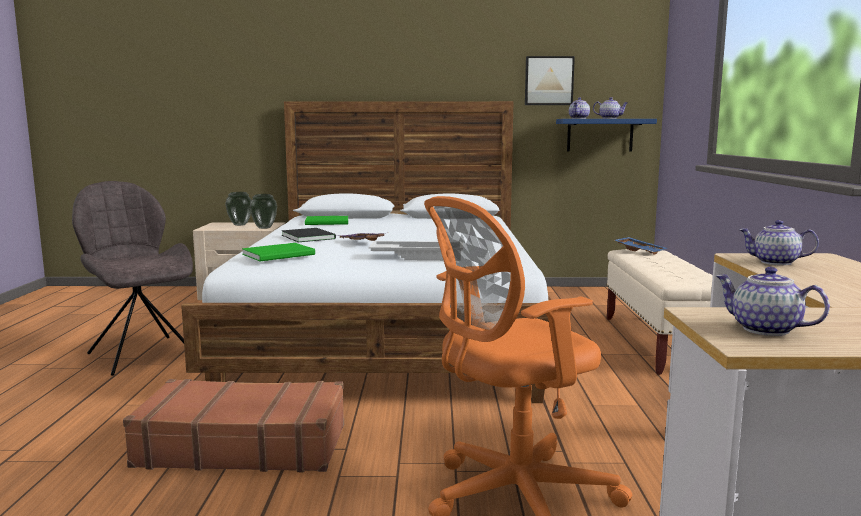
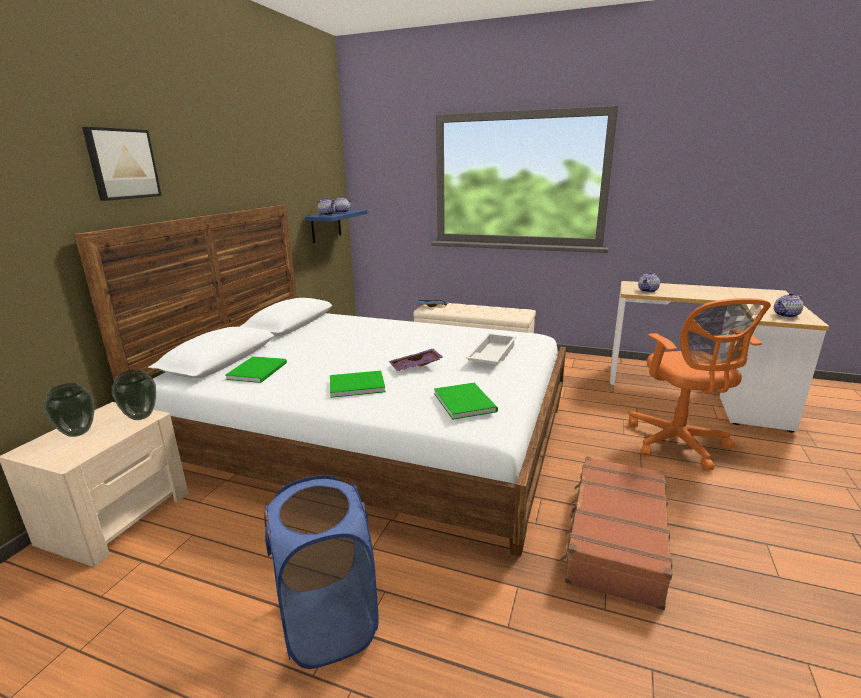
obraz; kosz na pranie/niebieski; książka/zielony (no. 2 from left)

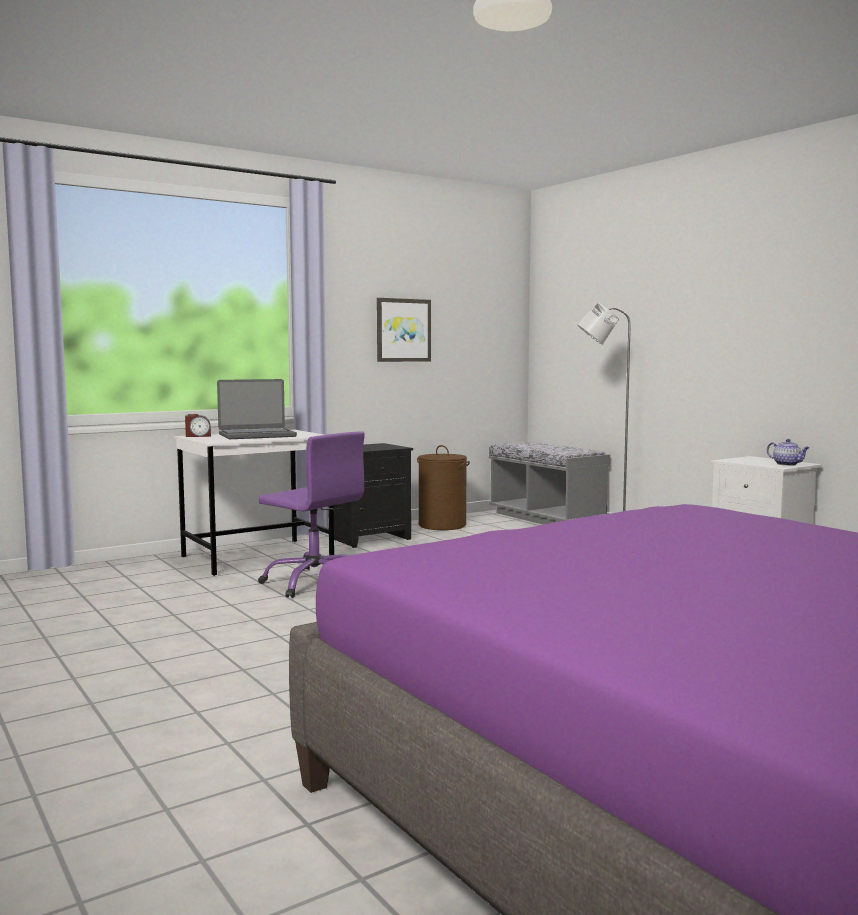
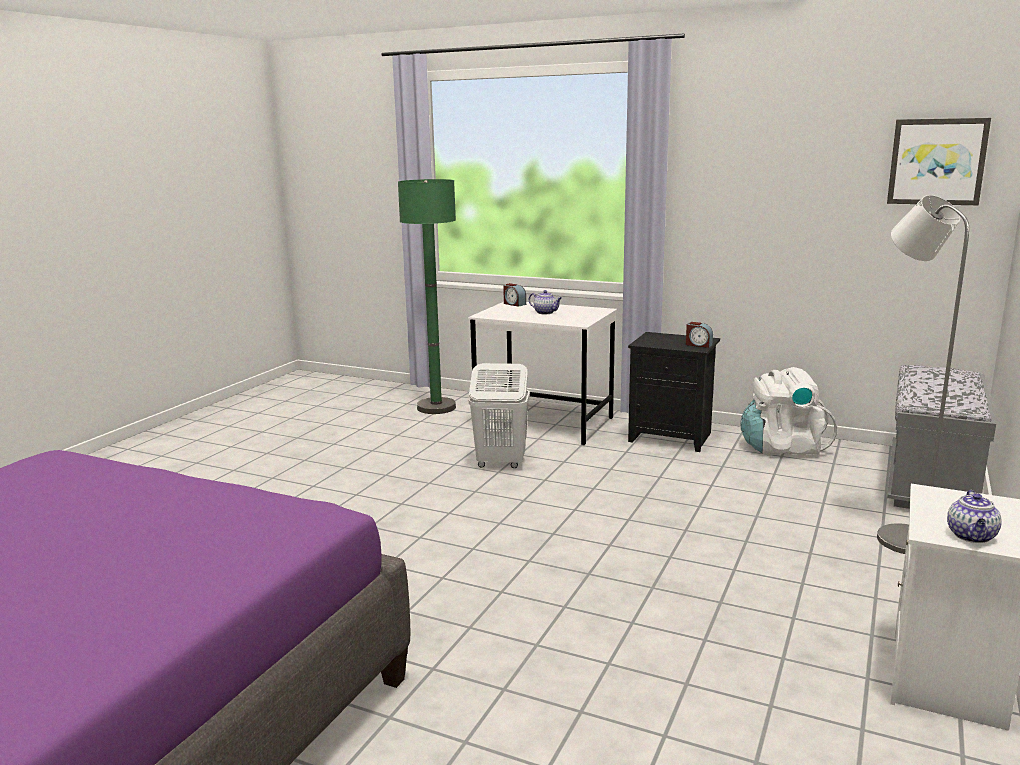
obraz; imbryk (no. 1 from left); kosz na pranie/biały; plecak/biały; lampa stojąca/zielony; budzik (no. 2 from left)

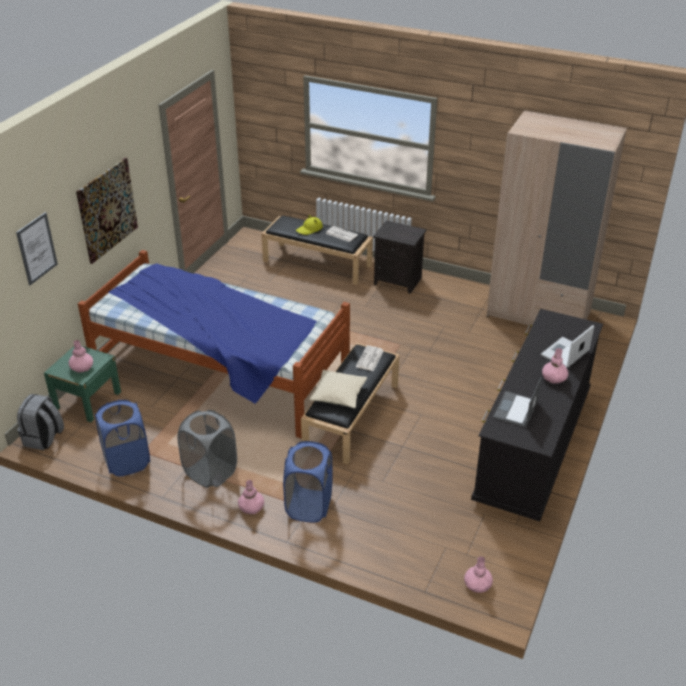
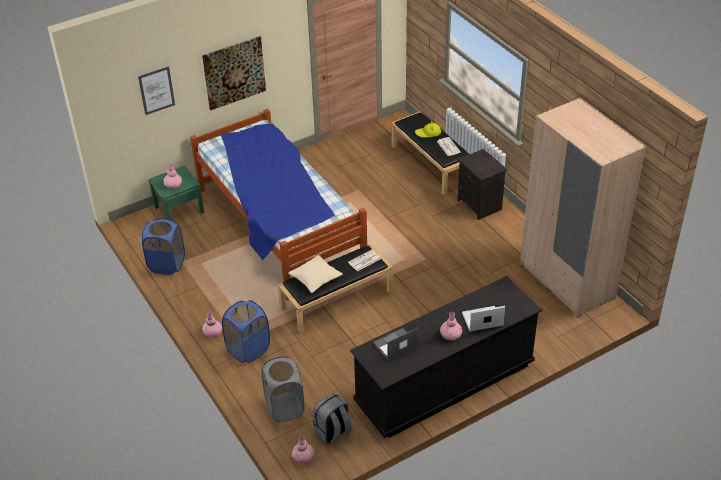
plecak/szary; kosz na pranie/szary

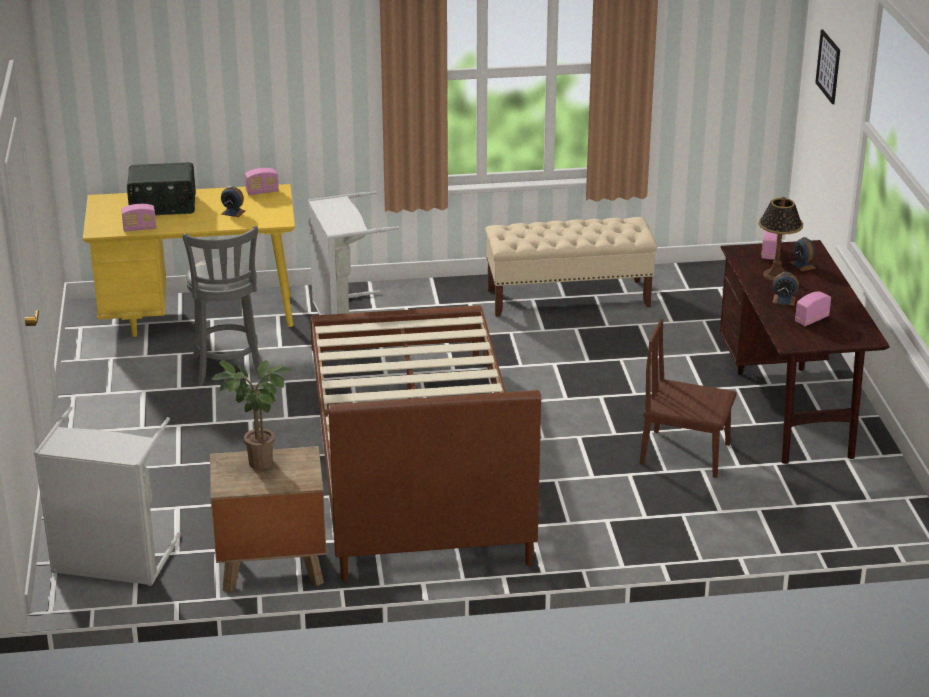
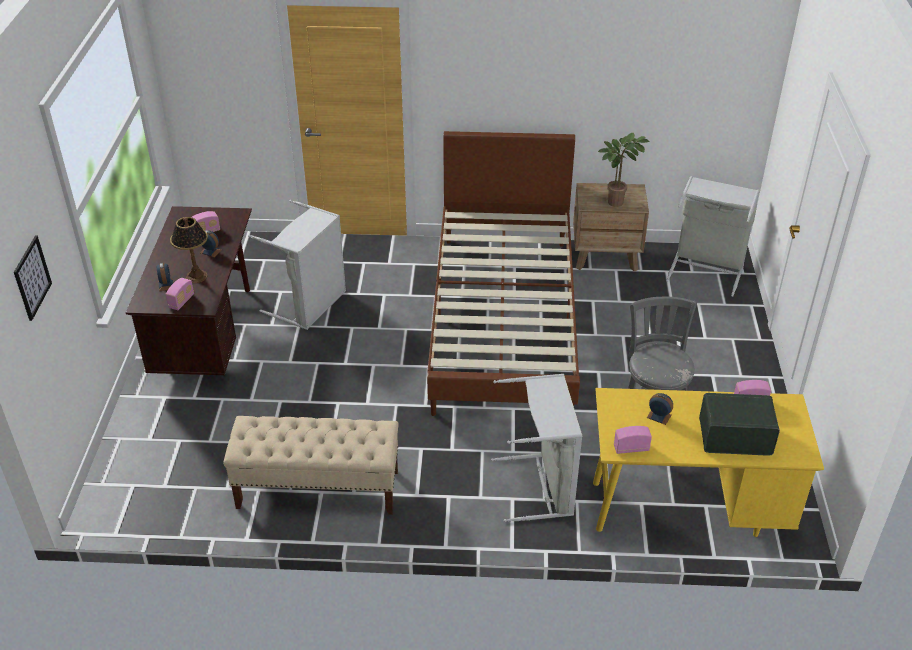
kosz na pranie/szary (no. 1 from left)

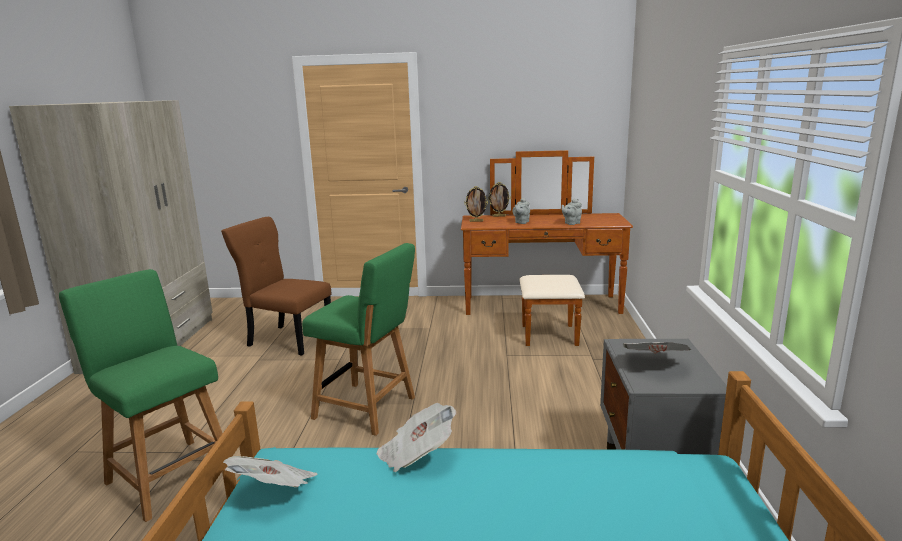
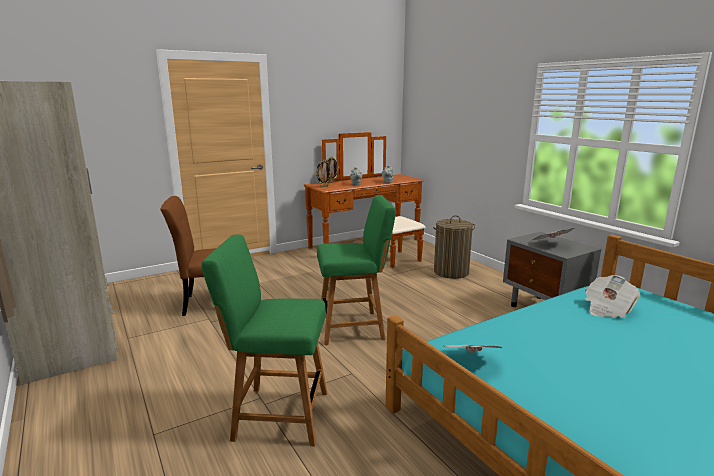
gazeta (no. 3 from left); kosz na pranie

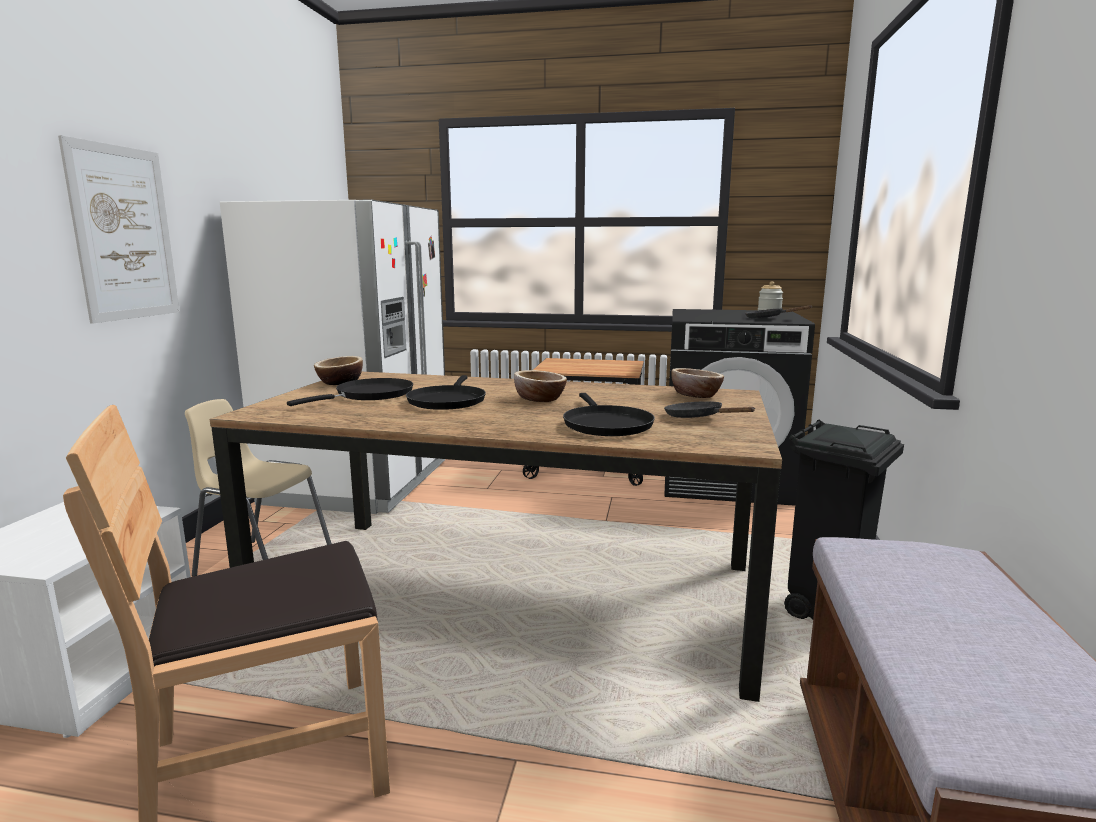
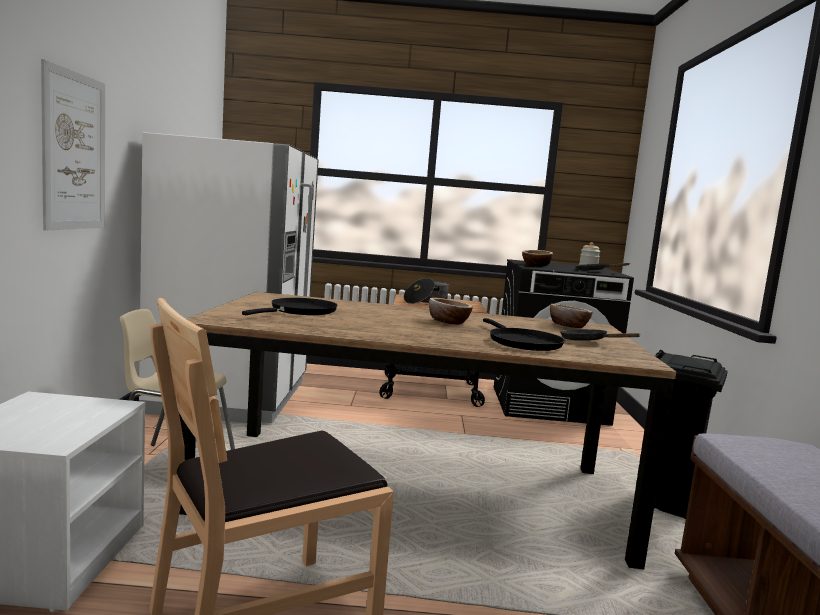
miska (no. 2 from left); patelnia/czarny (no. 2 from left in the first image); garnek

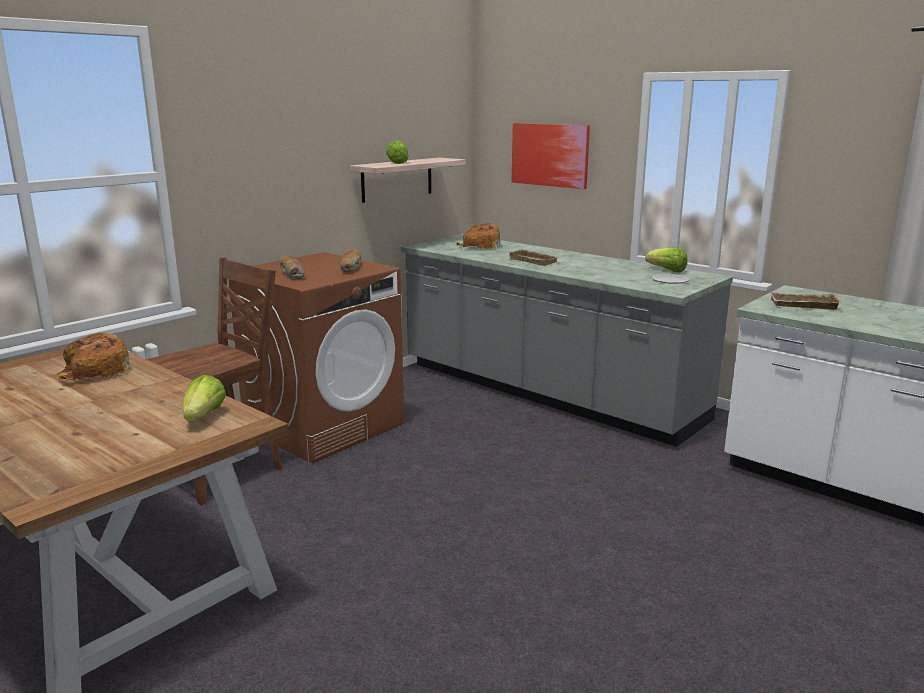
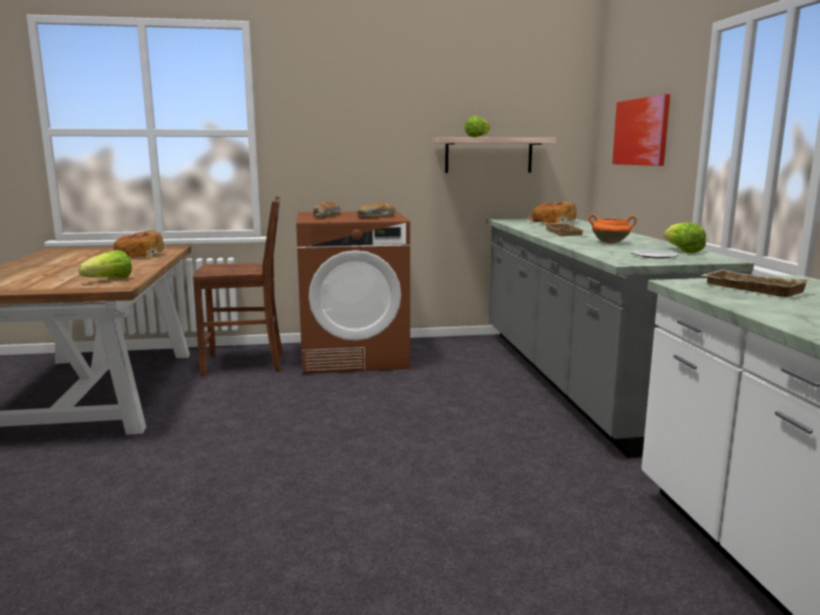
garnek/pomarańczowy

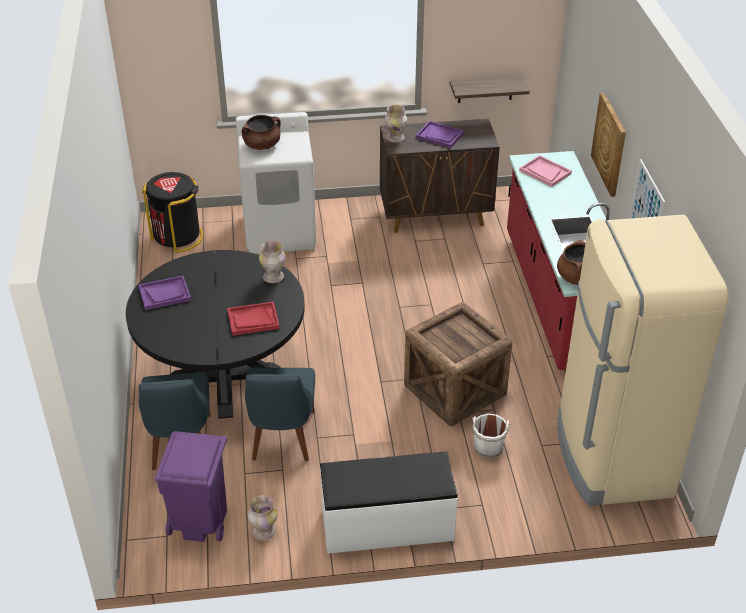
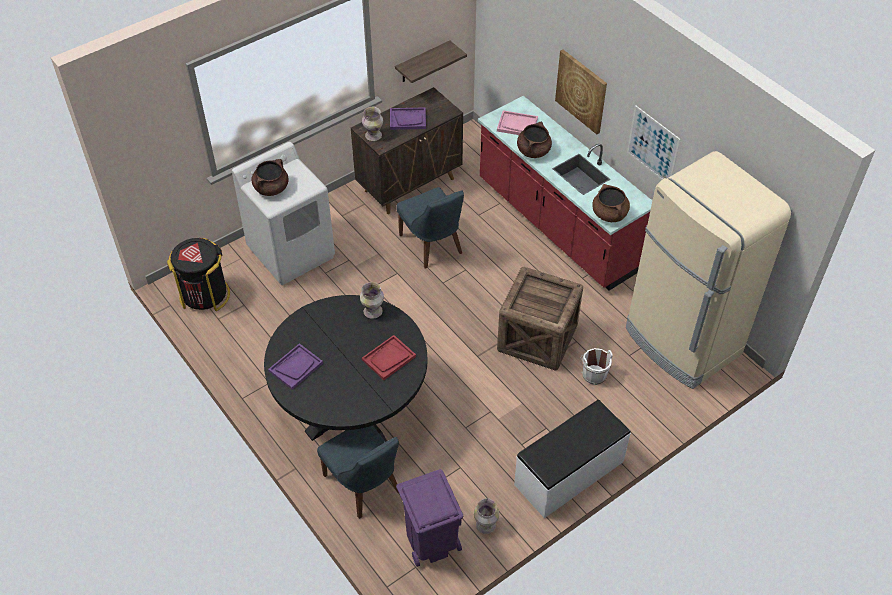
krzesło/niebieski (no. 2 from left); garnek/brązowy (no. 2 from left)

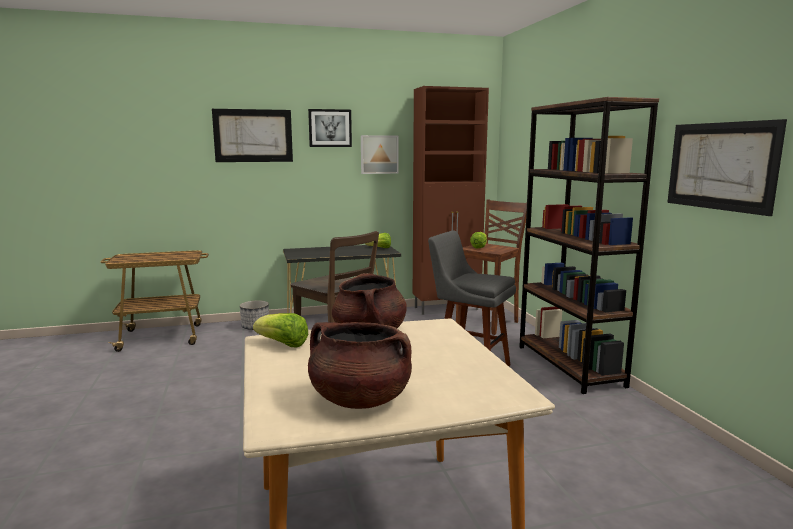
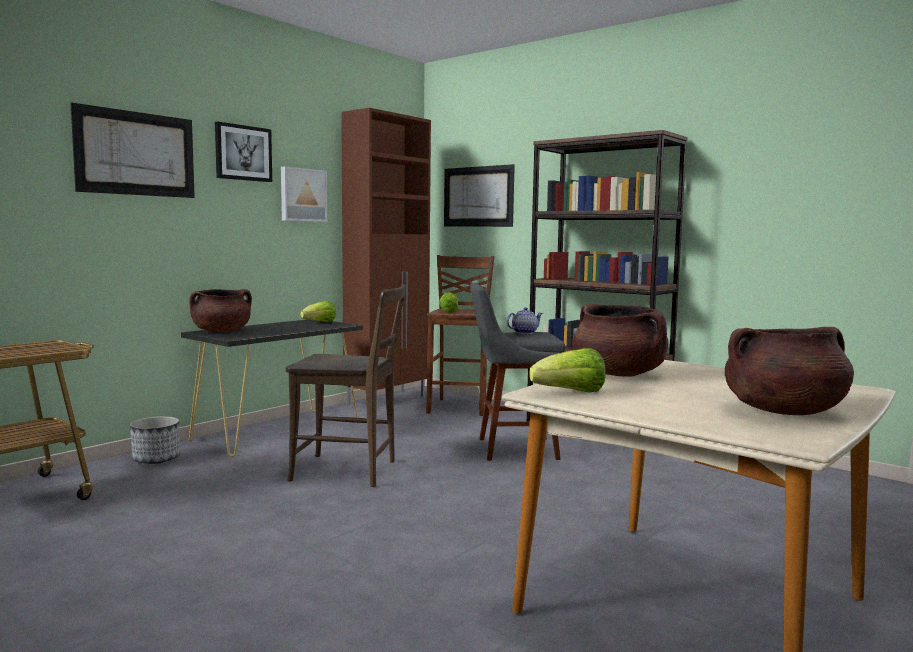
obraz (no. 4 from left); garnek/brązowy (no. 1 from left); imbryk

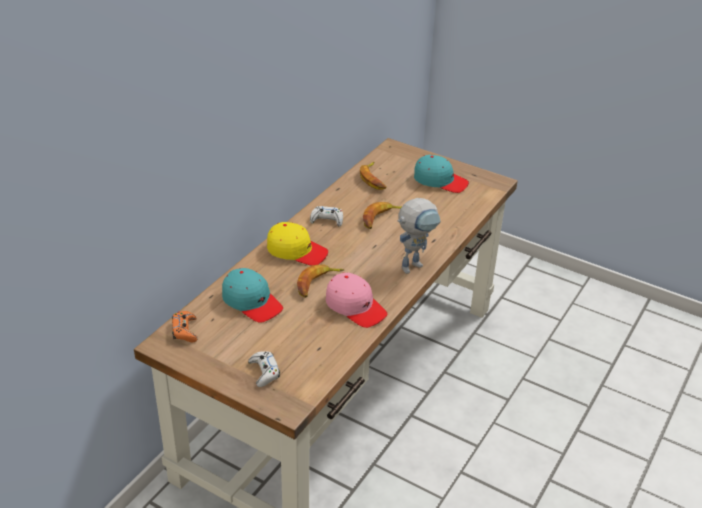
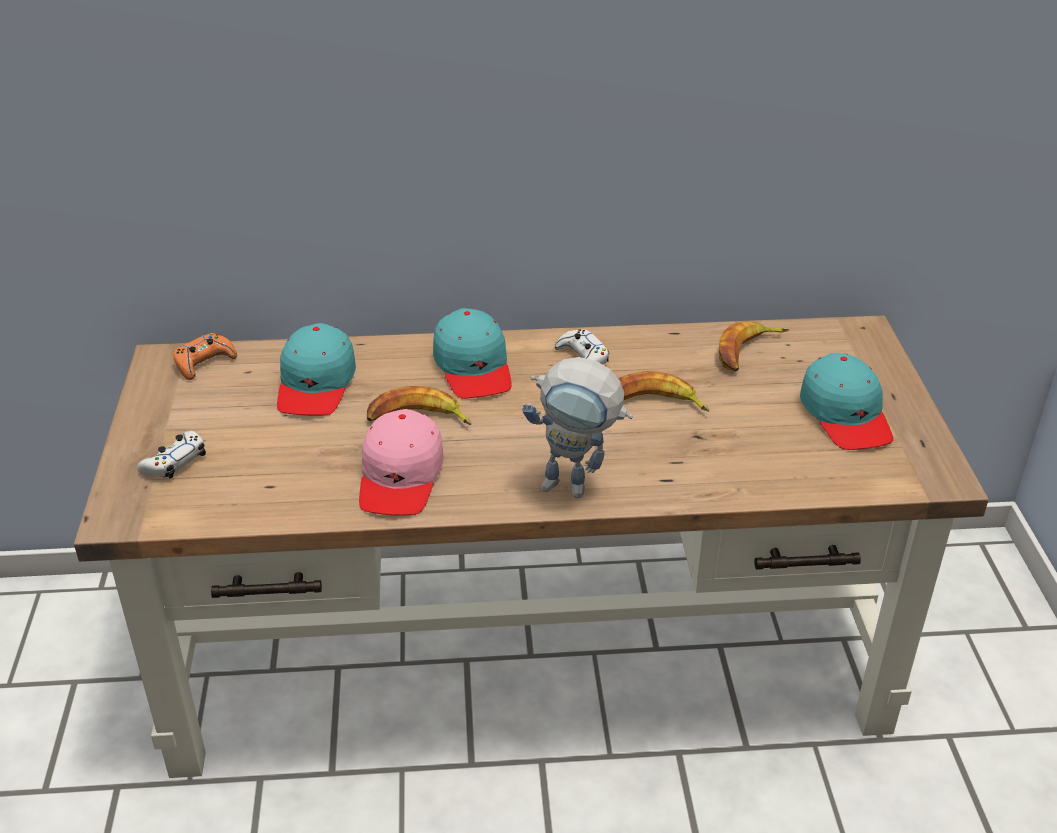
czapka z daszkiem/turkusowy (no. 2 from left)

